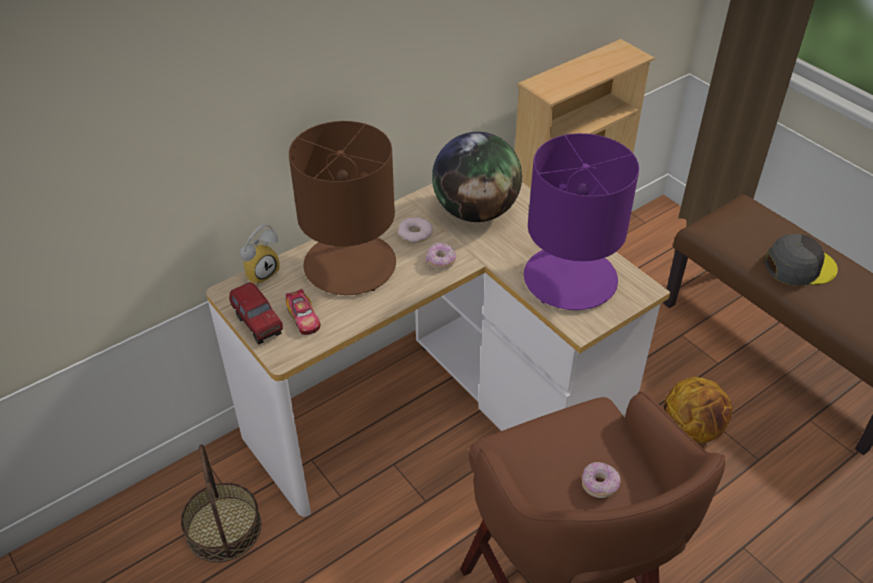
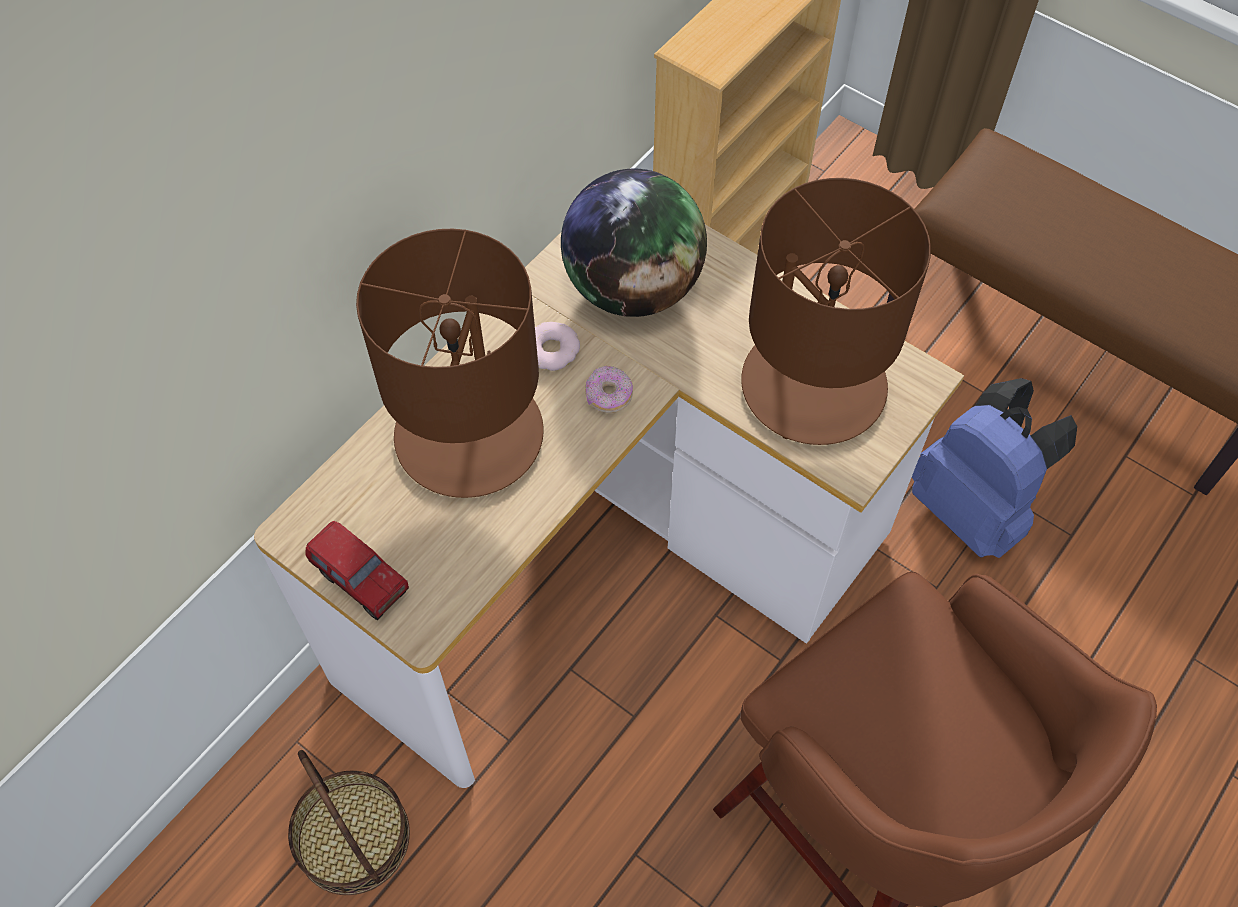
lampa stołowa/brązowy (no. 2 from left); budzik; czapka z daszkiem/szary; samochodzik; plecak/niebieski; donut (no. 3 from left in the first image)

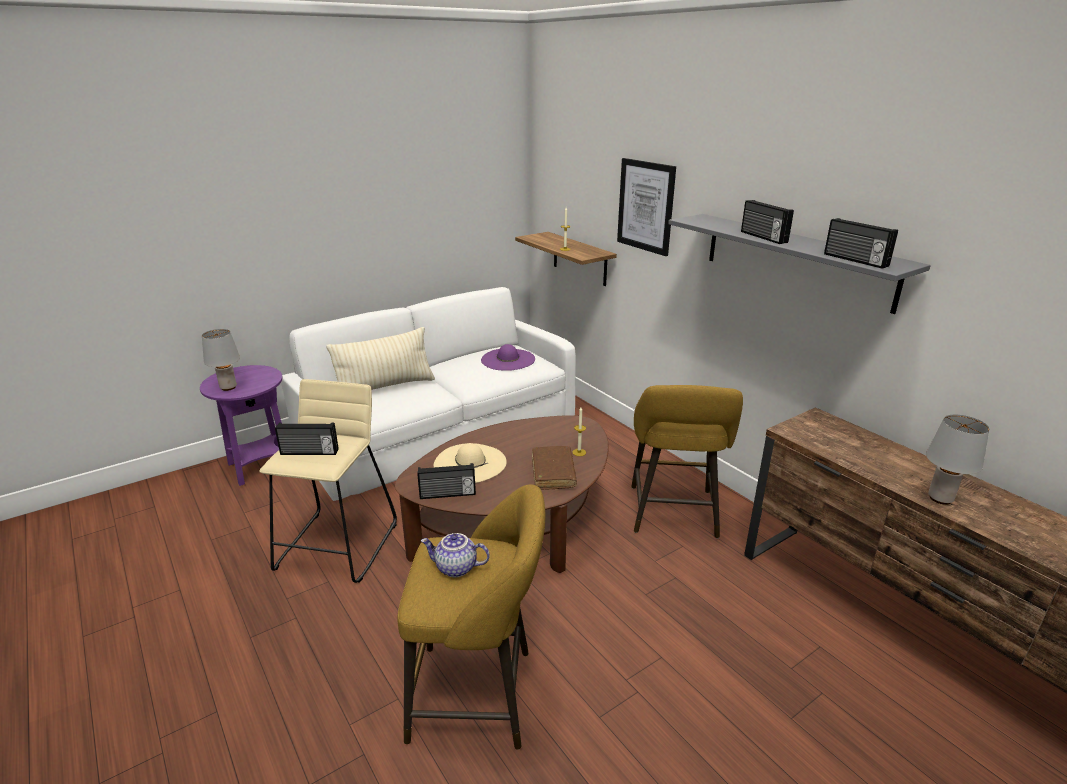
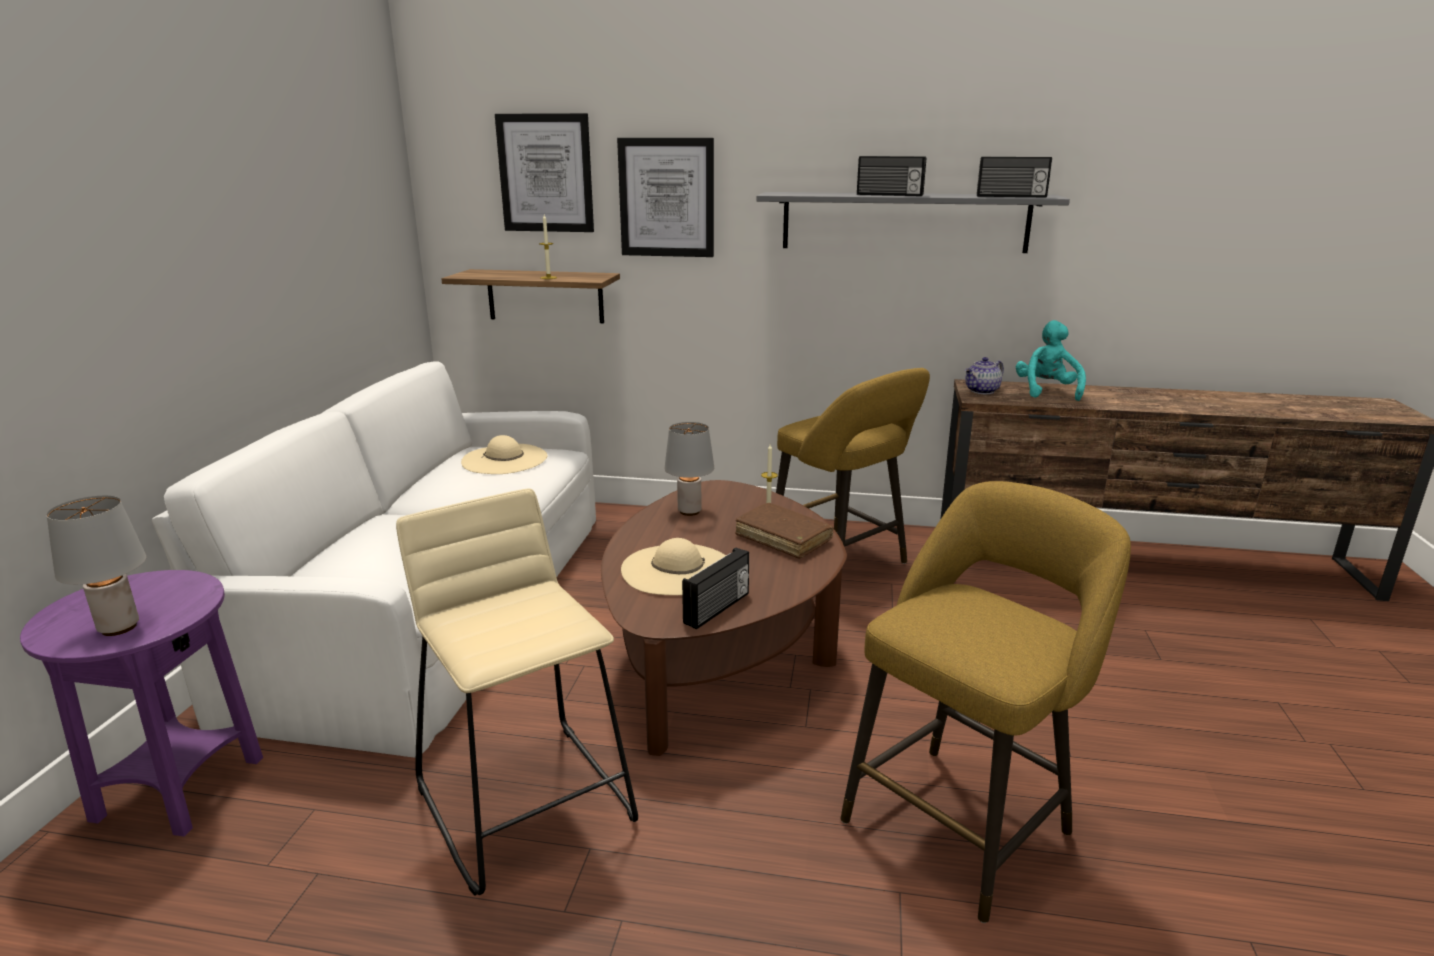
poduszka/beżowy; kapelusz/beżowy (no. 1 from left); lampa stołowa/szary (no. 2 from left); radio (no. 1 from left in the first image); imbryk; obraz (no. 1 from left); pluszak/turkusowy

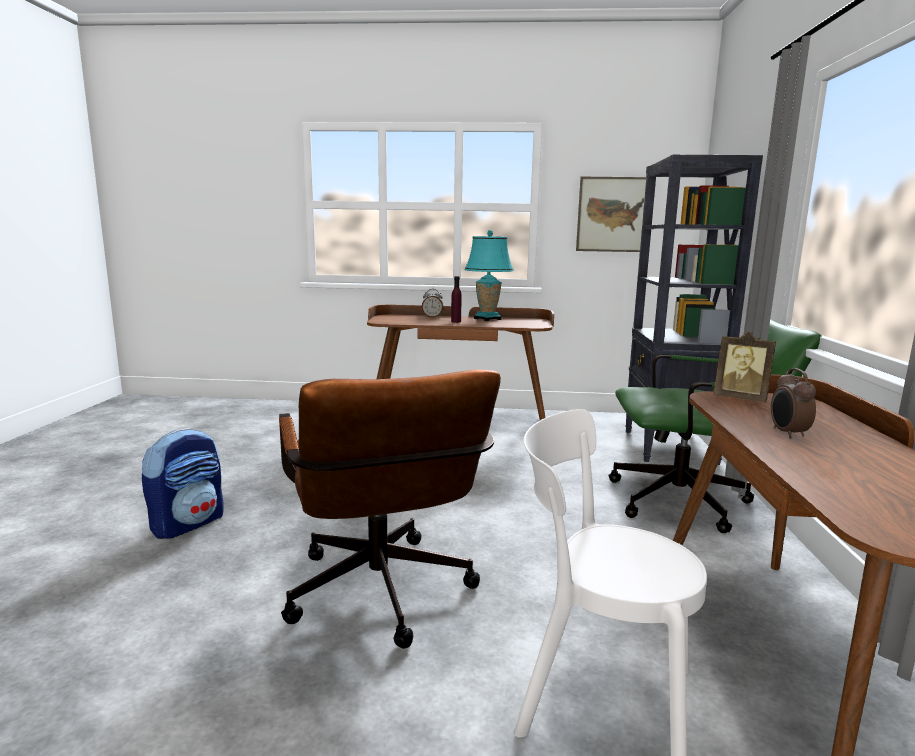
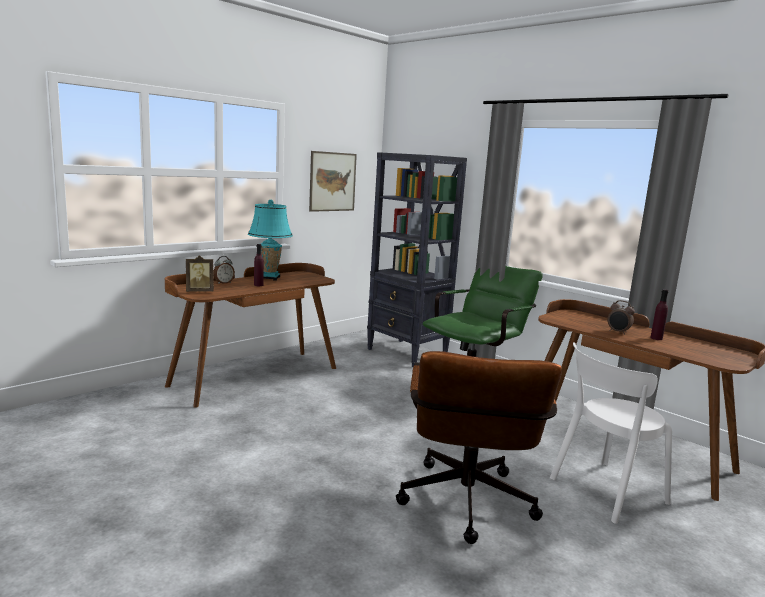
ramka na zdjęcie; krzesło biurowe/brązowy; plecak; butelka/fioletowy (no. 2 from left)

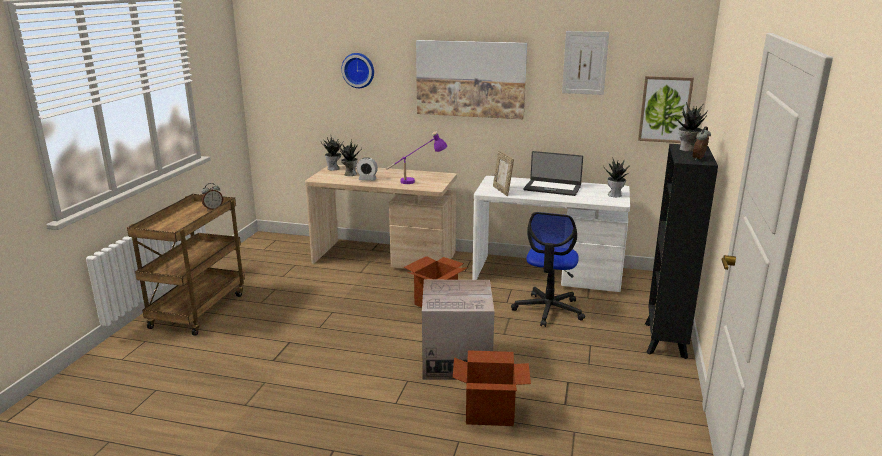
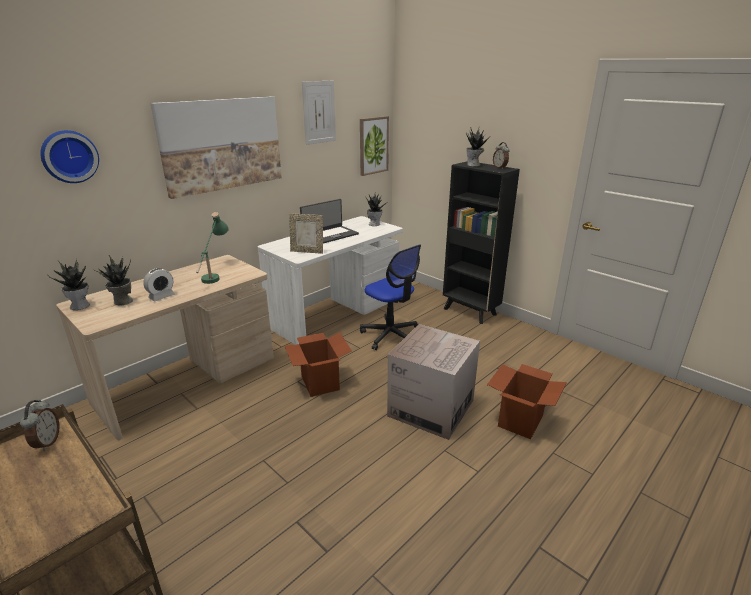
lampa stołowa/zielony

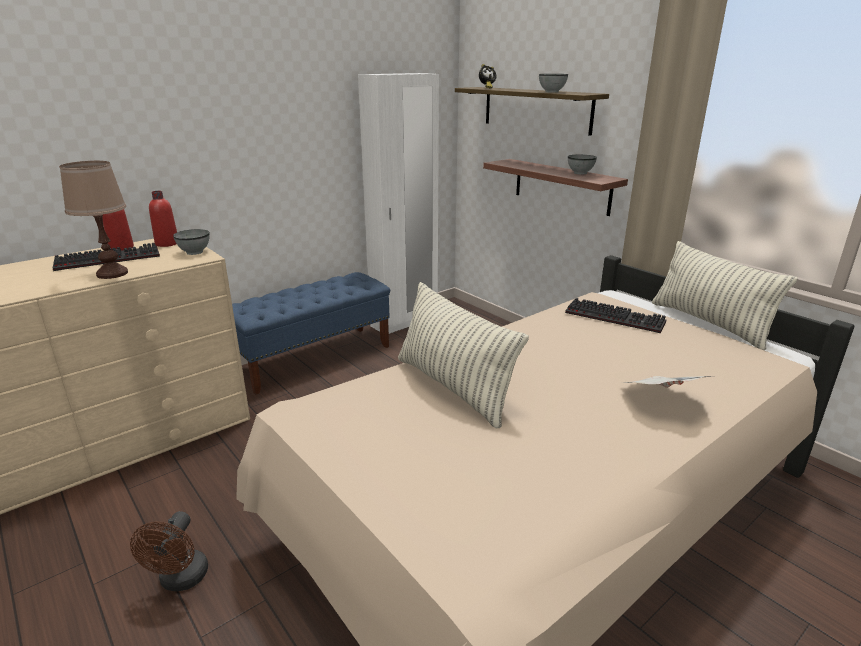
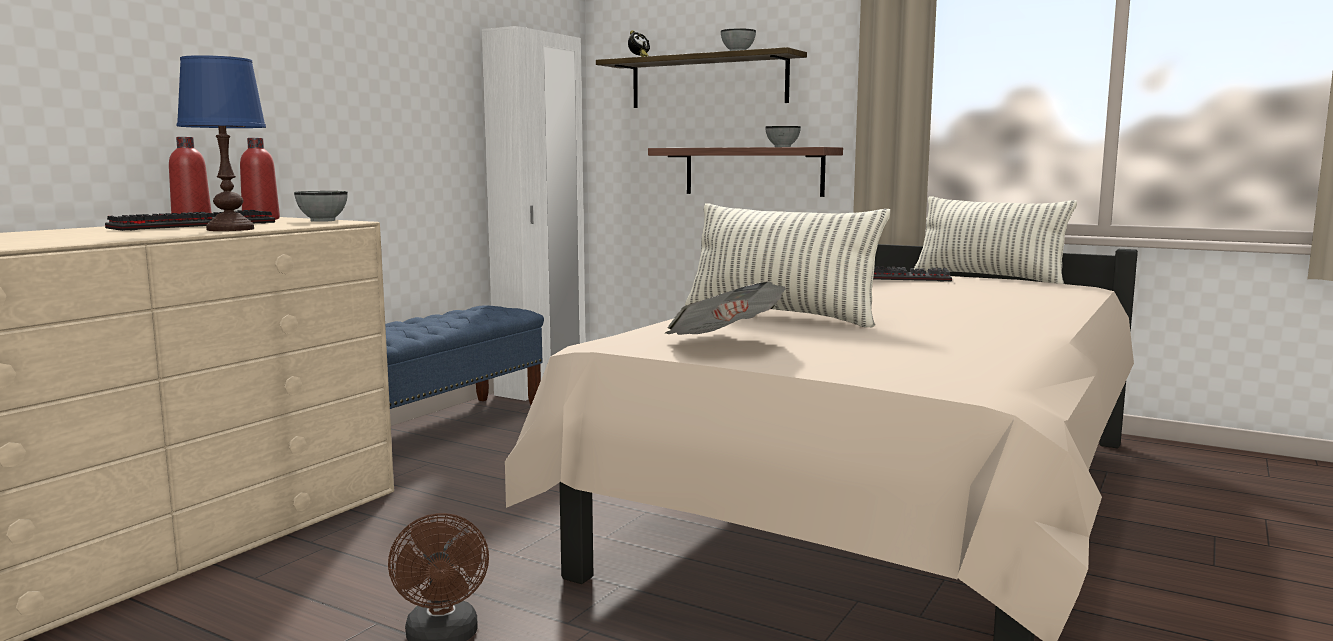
lampa stołowa/niebieski; gazeta

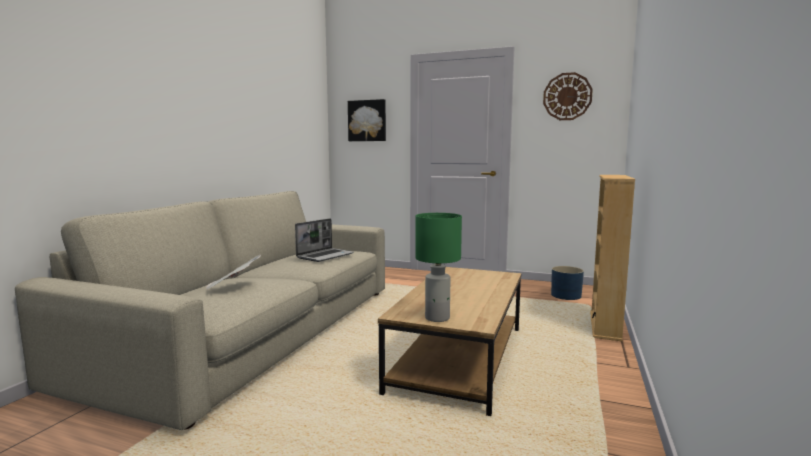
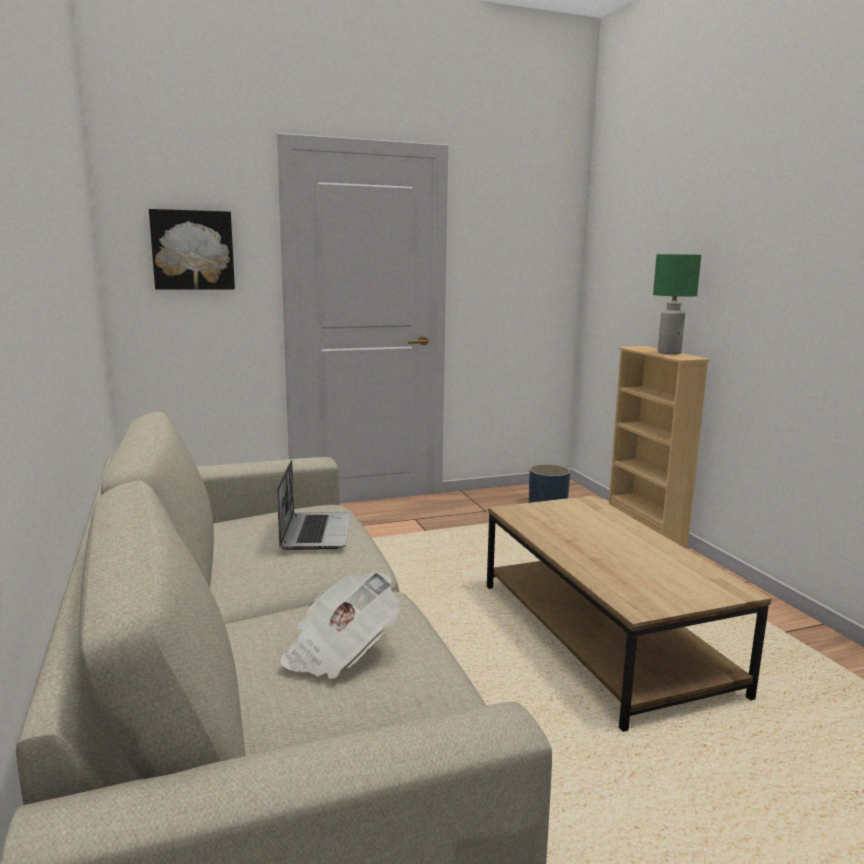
zegar ścienny; lampa stołowa/zielony

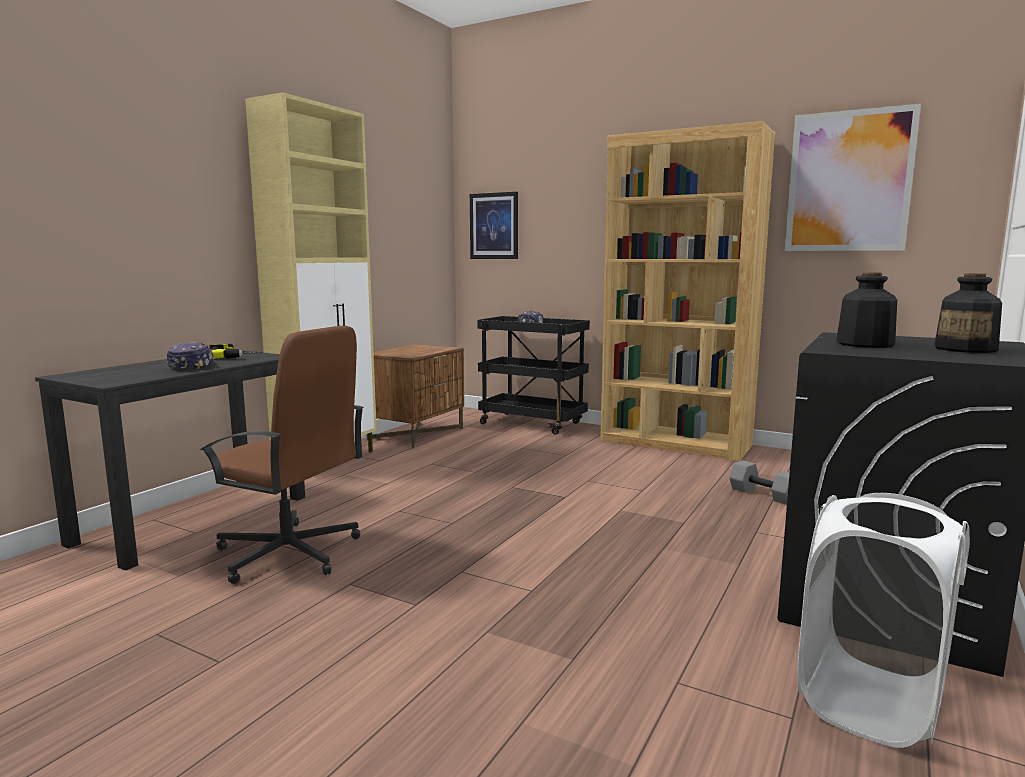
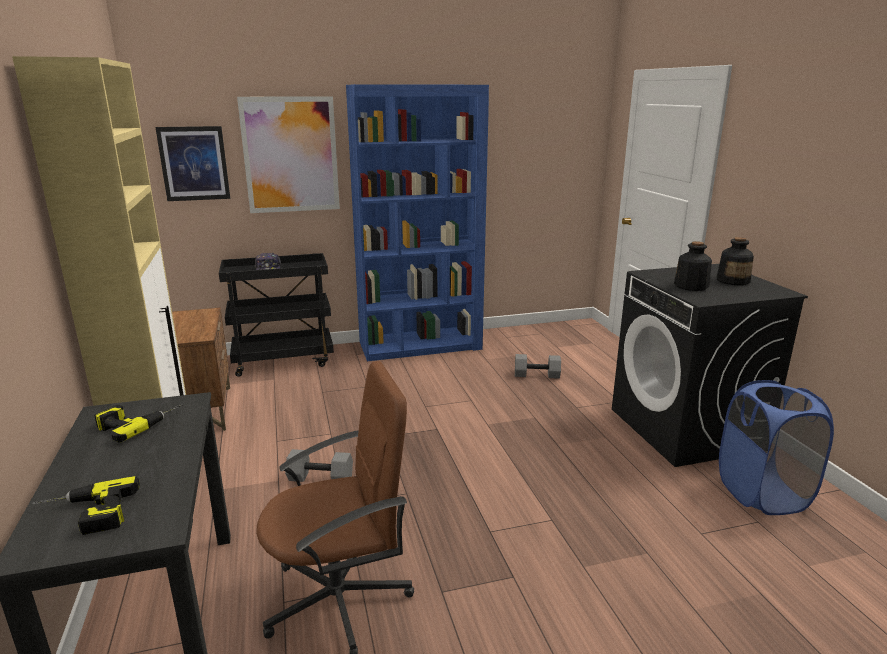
obraz (no. 2 from left); regał/niebieski; czapka z daszkiem (no. 1 from left in the first image); kosz na pranie/niebieski; hantel/szary (no. 1 from left); wiertarka (no. 1 from left)

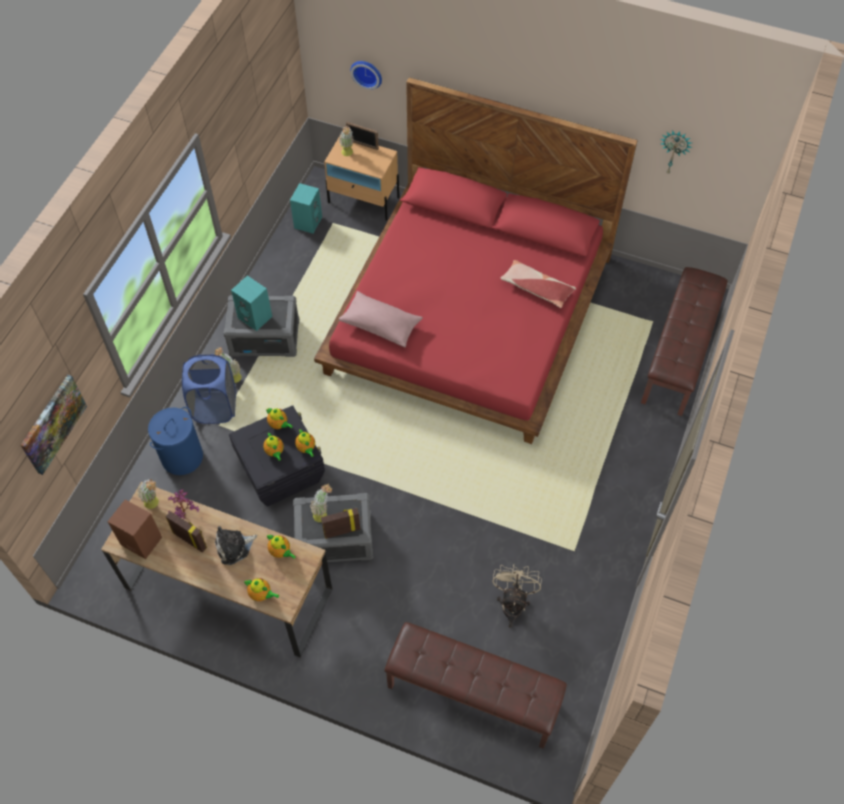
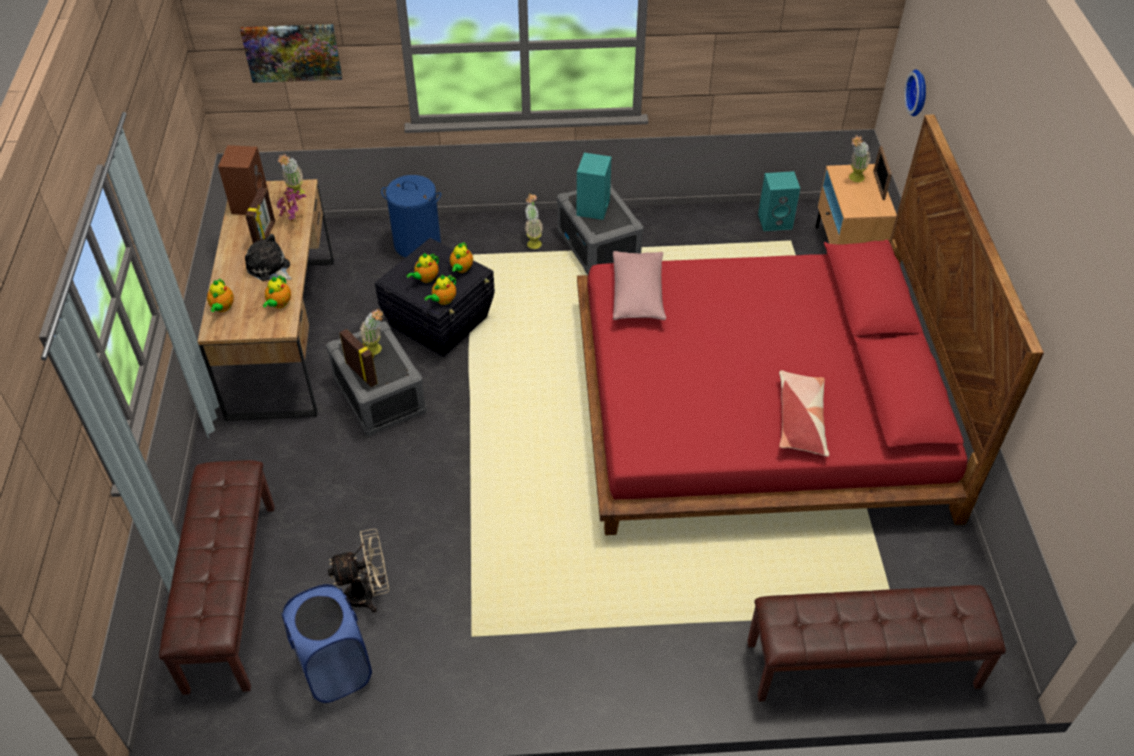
zegar ścienny (no. 2 from left in the first image); kosz na pranie/niebieski (no. 1 from left)

